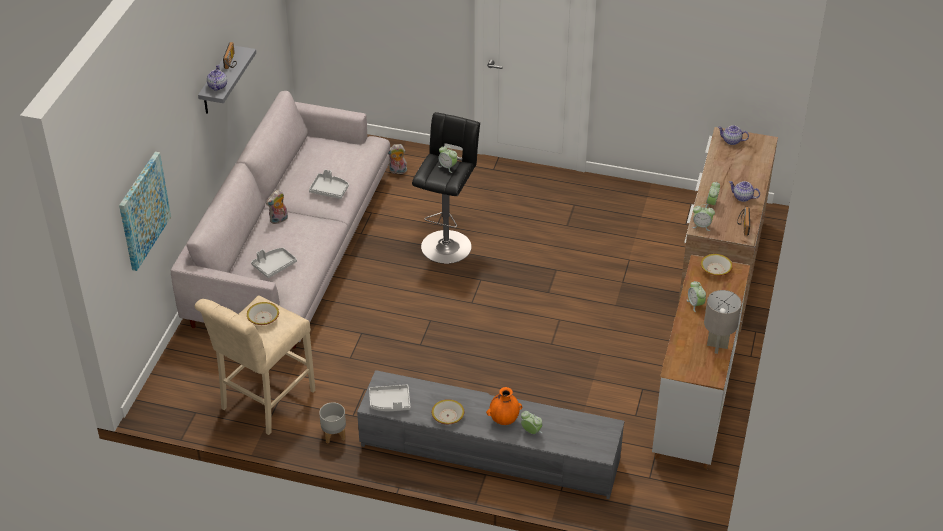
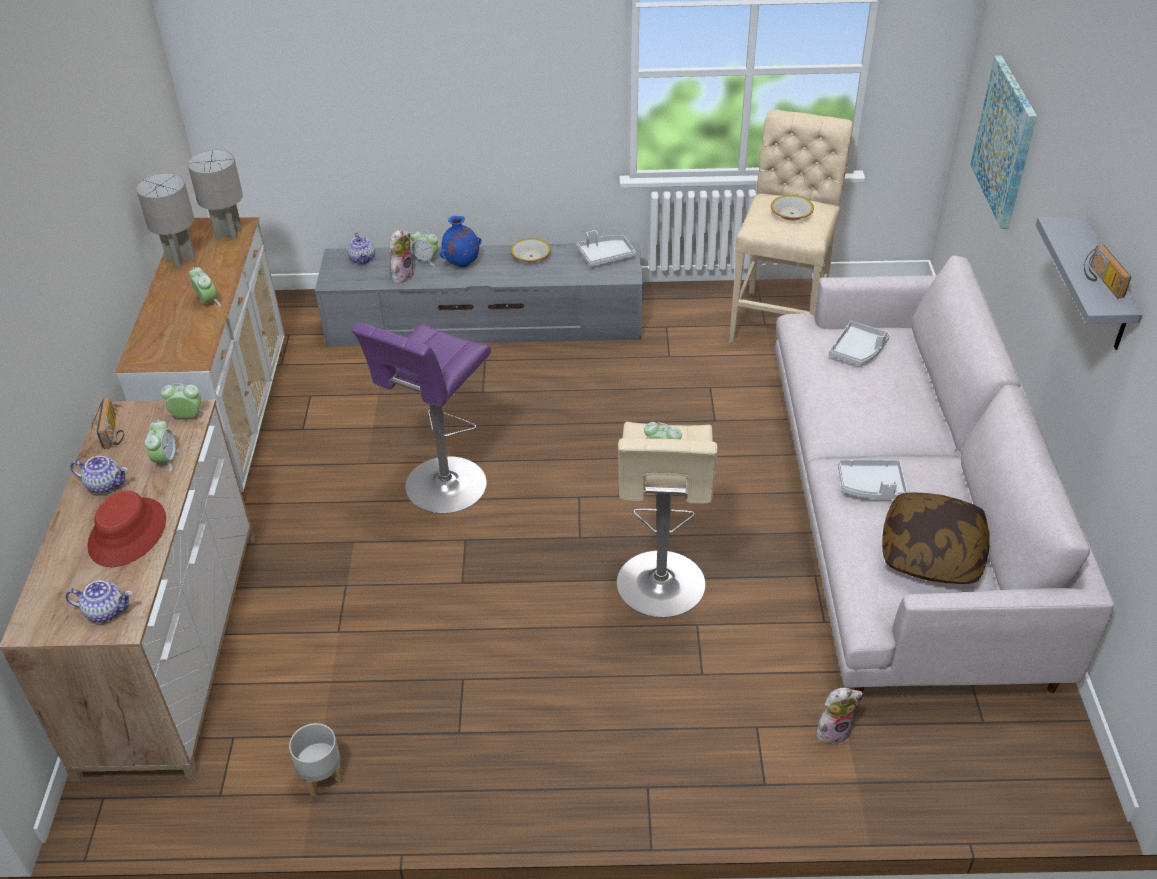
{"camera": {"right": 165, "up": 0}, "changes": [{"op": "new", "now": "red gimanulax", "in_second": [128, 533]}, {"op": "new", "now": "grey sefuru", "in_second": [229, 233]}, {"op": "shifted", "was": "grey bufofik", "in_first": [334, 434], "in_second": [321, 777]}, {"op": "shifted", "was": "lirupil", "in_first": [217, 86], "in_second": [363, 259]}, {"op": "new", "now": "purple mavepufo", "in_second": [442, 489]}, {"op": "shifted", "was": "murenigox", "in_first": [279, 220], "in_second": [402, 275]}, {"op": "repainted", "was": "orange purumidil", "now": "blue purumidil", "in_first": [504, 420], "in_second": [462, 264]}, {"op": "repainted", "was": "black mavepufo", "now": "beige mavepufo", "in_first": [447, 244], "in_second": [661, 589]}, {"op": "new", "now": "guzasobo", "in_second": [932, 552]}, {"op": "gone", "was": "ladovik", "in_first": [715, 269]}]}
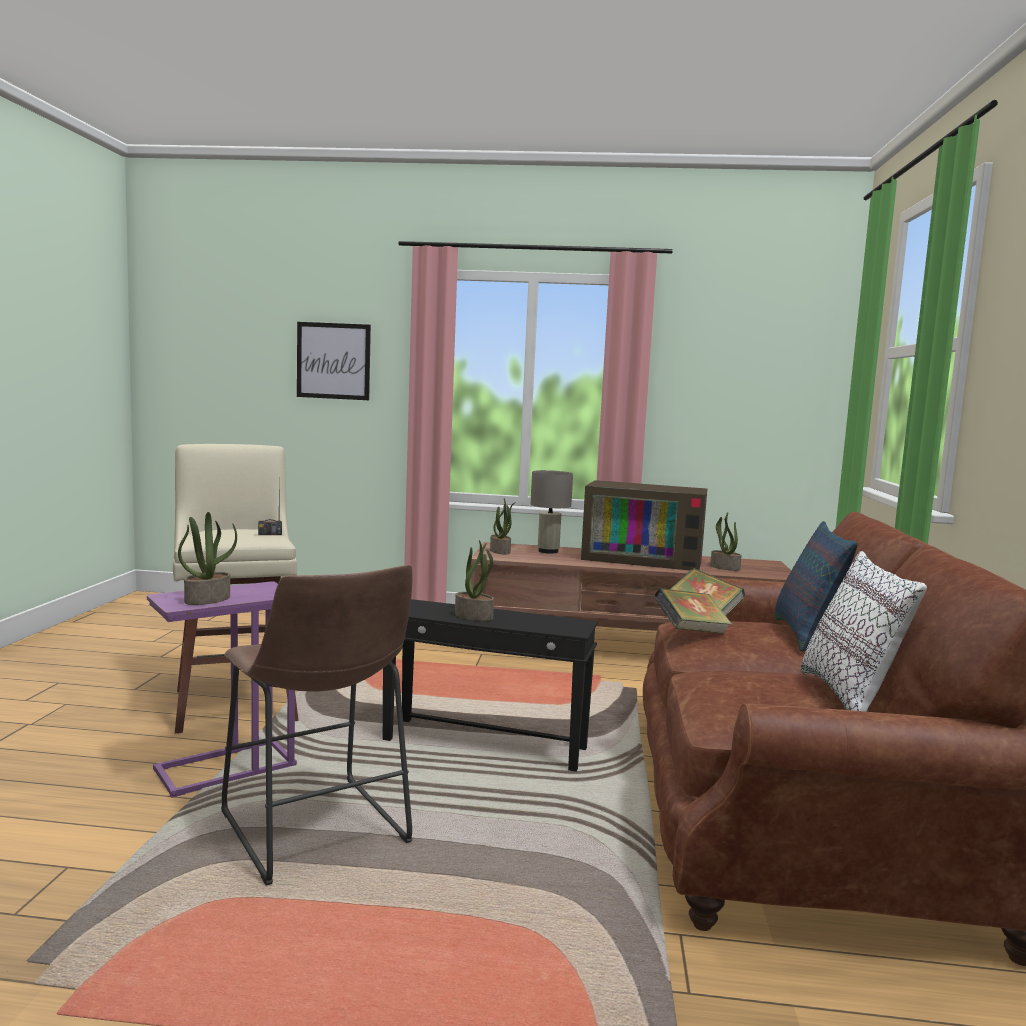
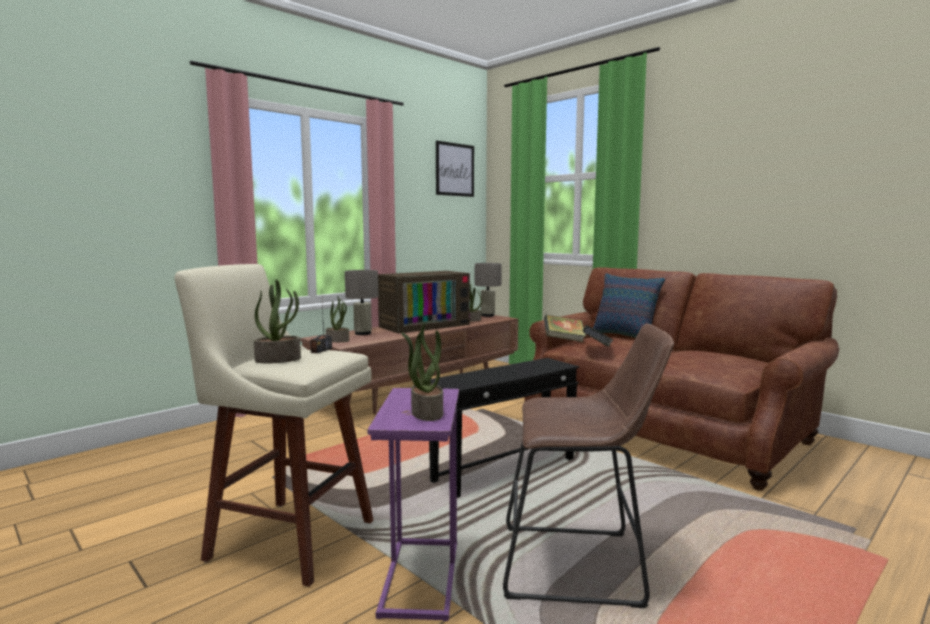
{"camera": {"right": -50, "up": 0}, "changes": [{"op": "shifted", "was": "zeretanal", "in_first": [474, 616], "in_second": [278, 359]}, {"op": "shifted", "was": "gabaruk", "in_first": [333, 361], "in_second": [454, 169]}, {"op": "new", "now": "grey sefuru", "in_second": [488, 315]}, {"op": "gone", "was": "white guzasobo", "in_first": [848, 698]}]}
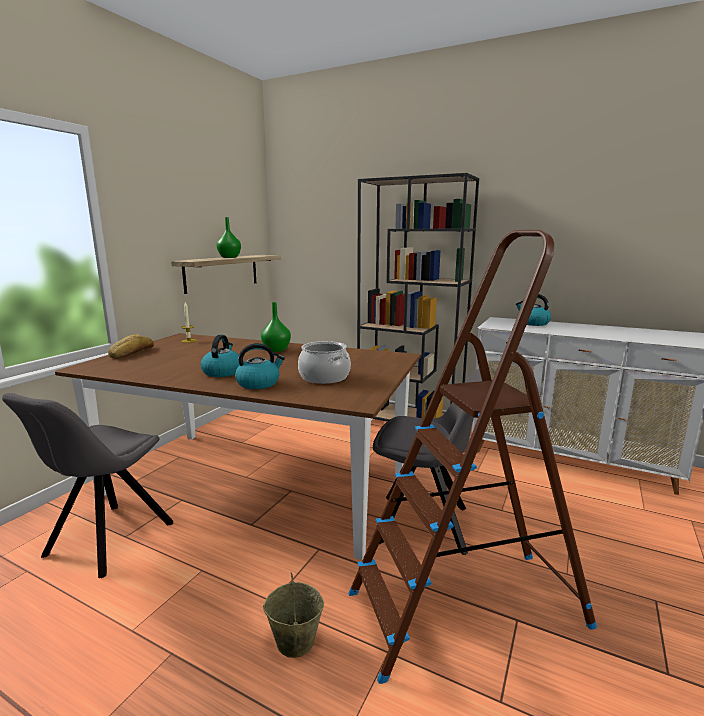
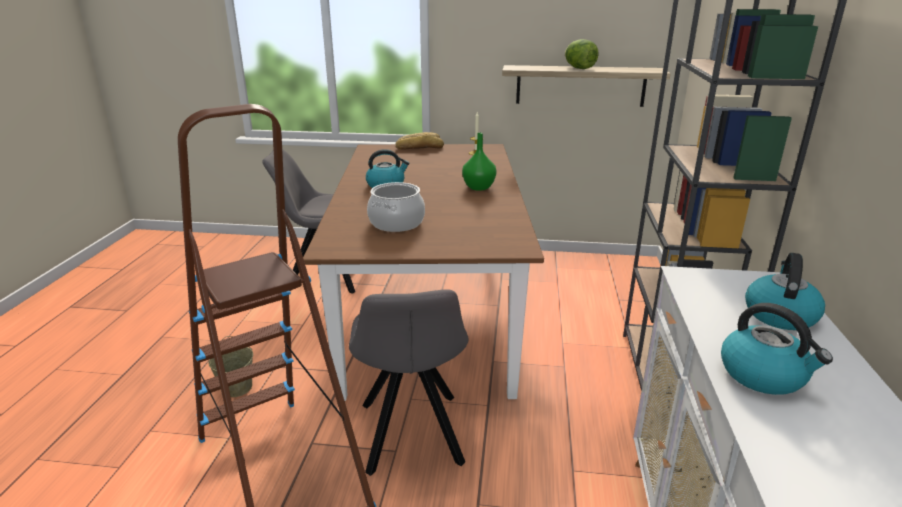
{"camera": {"right": 70, "up": 10}, "changes": [{"op": "swapped", "was": "green purumidil", "now": "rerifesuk", "in_first": [230, 257], "in_second": [579, 68]}, {"op": "shifted", "was": "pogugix", "in_first": [259, 383], "in_second": [764, 375]}]}
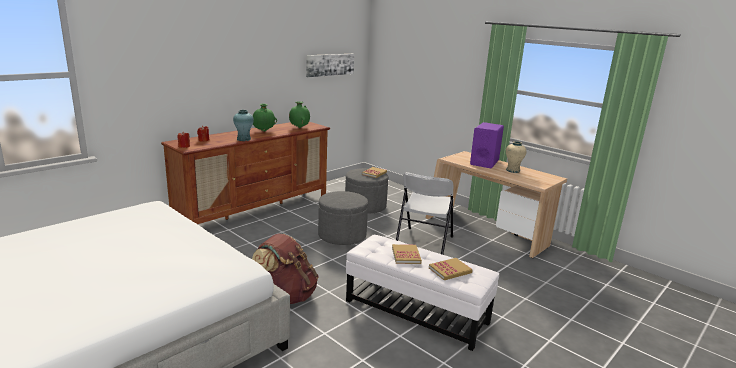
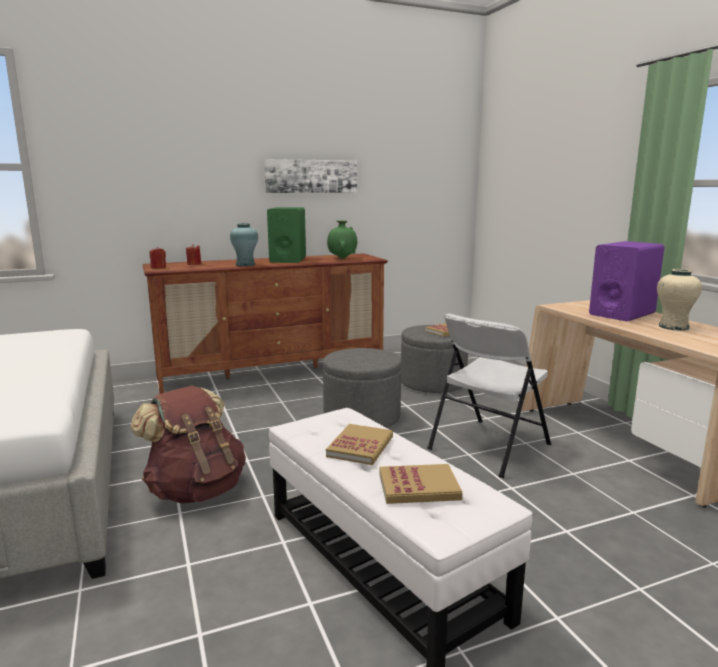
{"camera": {"right": 25, "up": -5}, "changes": [{"op": "shifted", "was": "gabaruk", "in_first": [330, 64], "in_second": [311, 176]}, {"op": "swapped", "was": "green purumidil", "now": "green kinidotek", "in_first": [264, 131], "in_second": [288, 260]}]}
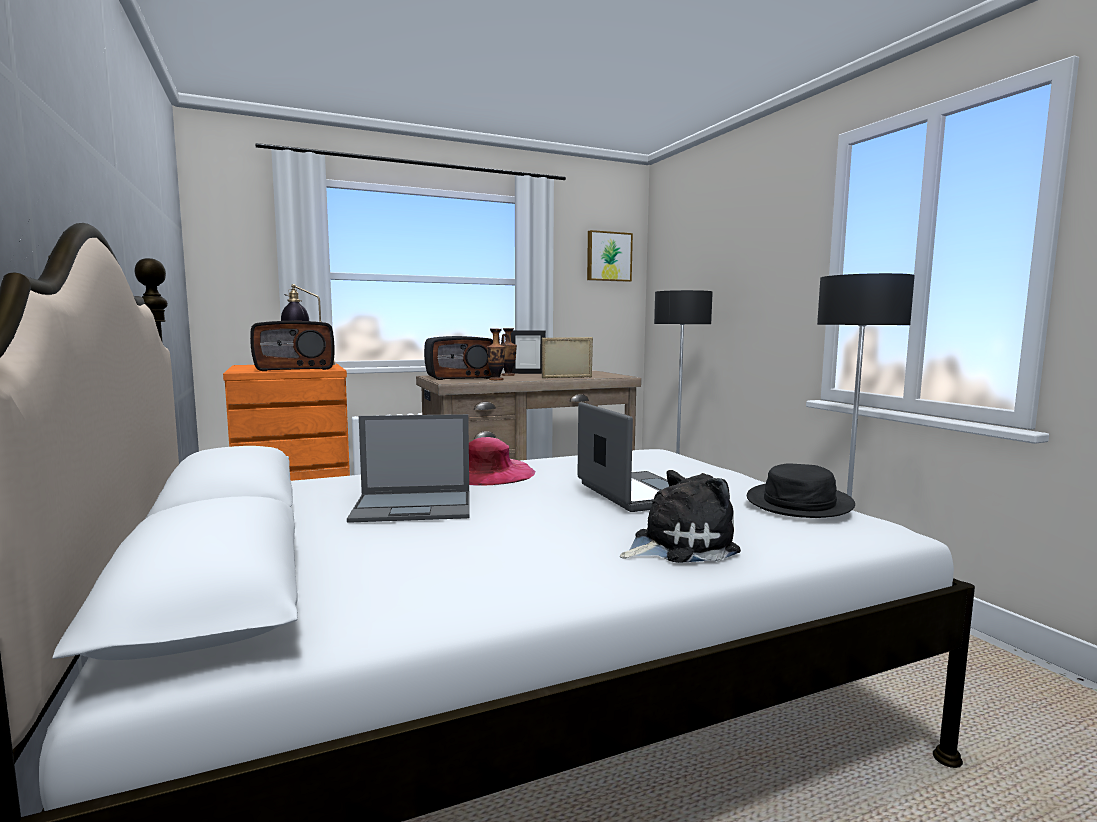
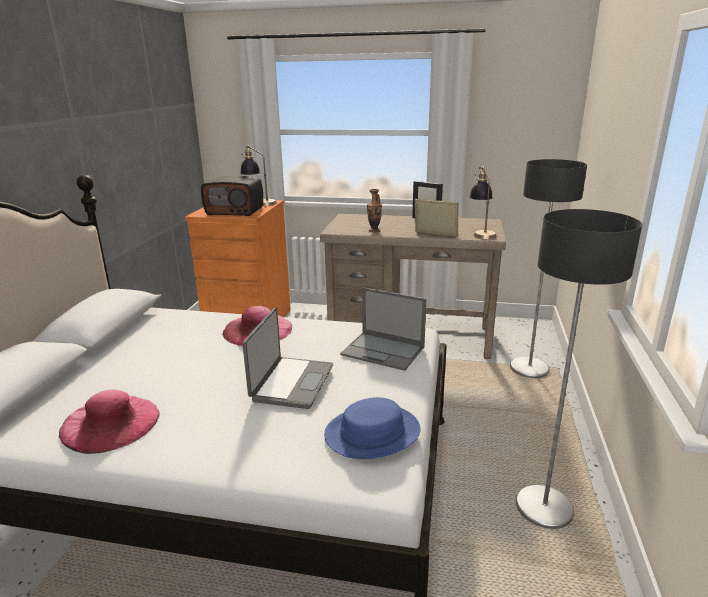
{"camera": {"right": 35, "up": 15}, "changes": [{"op": "new", "now": "pink gimanulax", "in_second": [110, 422]}, {"op": "repainted", "was": "black gimanulax", "now": "blue gimanulax", "in_first": [799, 503], "in_second": [372, 433]}, {"op": "shifted", "was": "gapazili", "in_first": [414, 507], "in_second": [384, 351]}, {"op": "new", "now": "sefuru", "in_second": [481, 233]}, {"op": "gone", "was": "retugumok", "in_first": [460, 377]}, {"op": "gone", "was": "purumidil", "in_first": [508, 375]}, {"op": "gone", "was": "gabaruk", "in_first": [608, 256]}, {"op": "gone", "was": "murenigox", "in_first": [678, 545]}]}
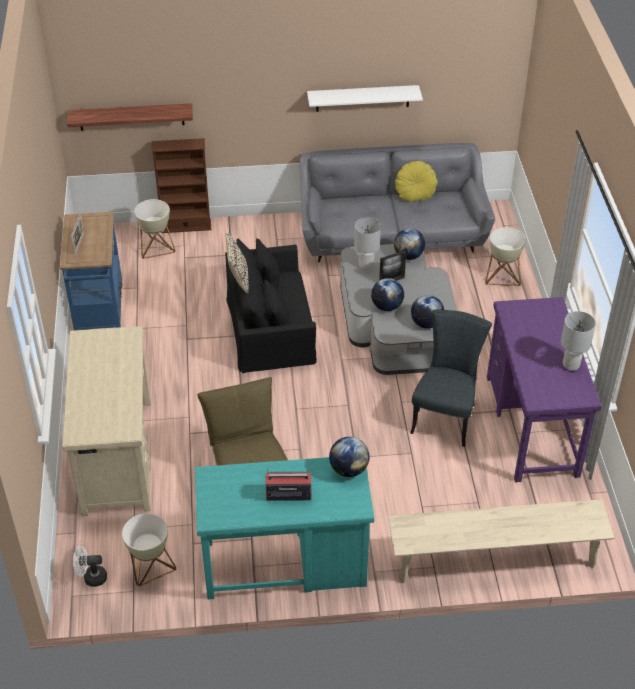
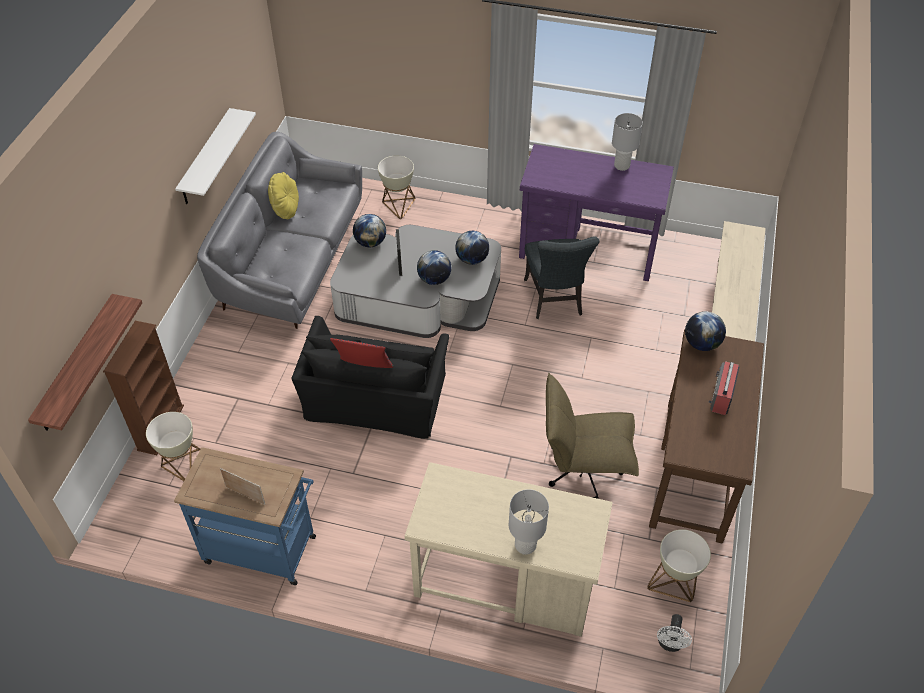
{"camera": {"right": -70, "up": 5}, "changes": [{"op": "repainted", "was": "beige guzasobo", "now": "red guzasobo", "in_first": [238, 278], "in_second": [364, 369]}, {"op": "shifted", "was": "grey sefuru", "in_first": [366, 266], "in_second": [525, 546]}, {"op": "rotated", "was": "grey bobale", "in_first": [445, 416], "in_second": [555, 300], "clockwise": -135}, {"op": "repainted", "was": "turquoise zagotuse", "now": "brown zagotuse", "in_first": [284, 564], "in_second": [695, 469]}]}
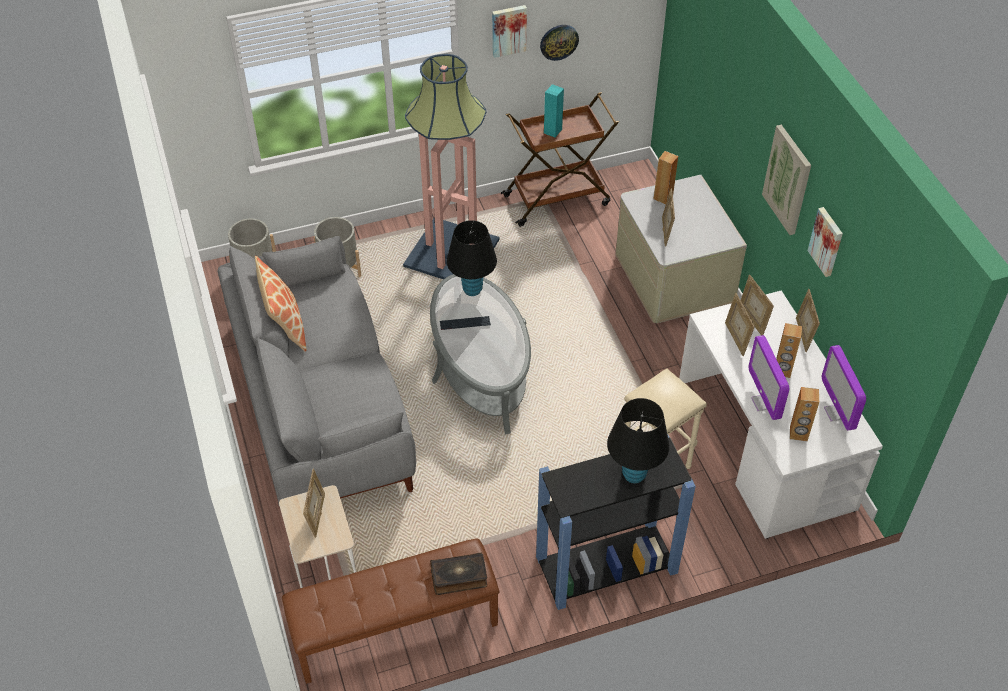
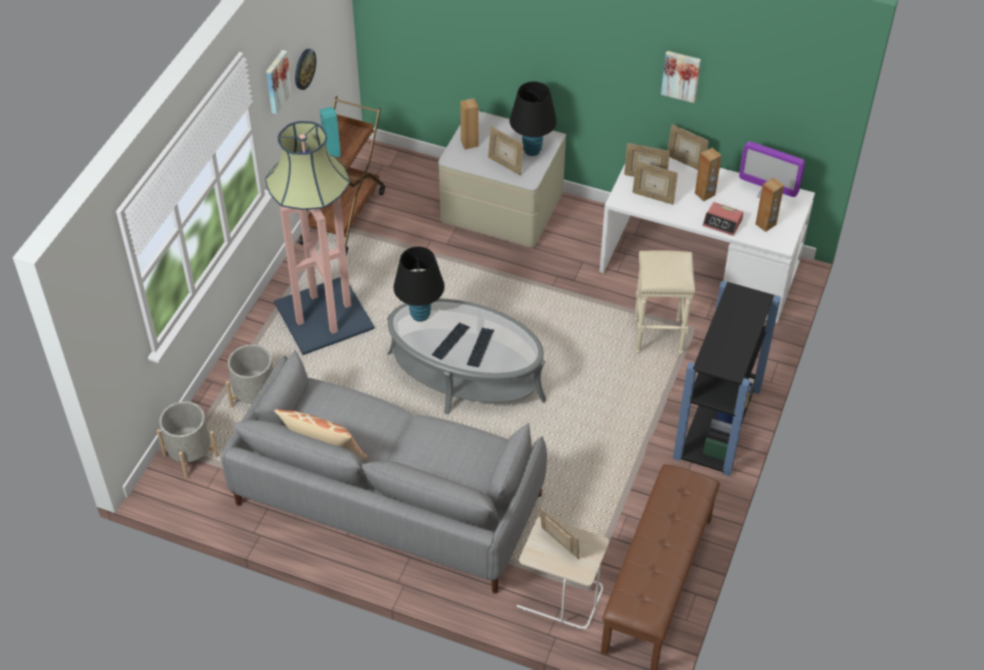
{"camera": {"right": -50, "up": 0}, "changes": [{"op": "new", "now": "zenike", "in_second": [480, 348]}, {"op": "shifted", "was": "black sefuru", "in_first": [634, 475], "in_second": [532, 150]}, {"op": "swapped", "was": "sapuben", "now": "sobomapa", "in_first": [763, 402], "in_second": [722, 222]}, {"op": "gone", "was": "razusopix", "in_first": [459, 577]}, {"op": "gone", "was": "gabaruk", "in_first": [788, 179]}]}
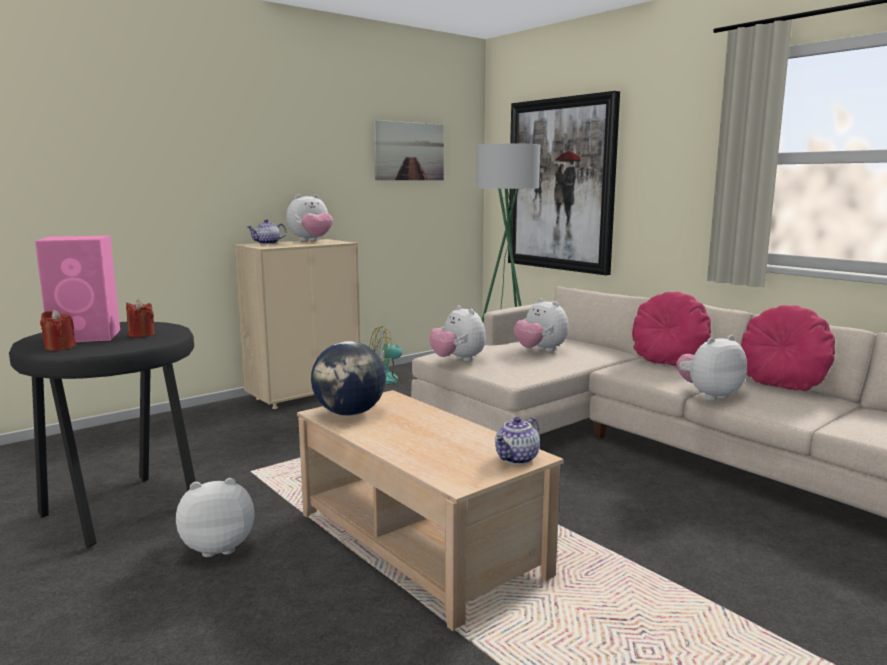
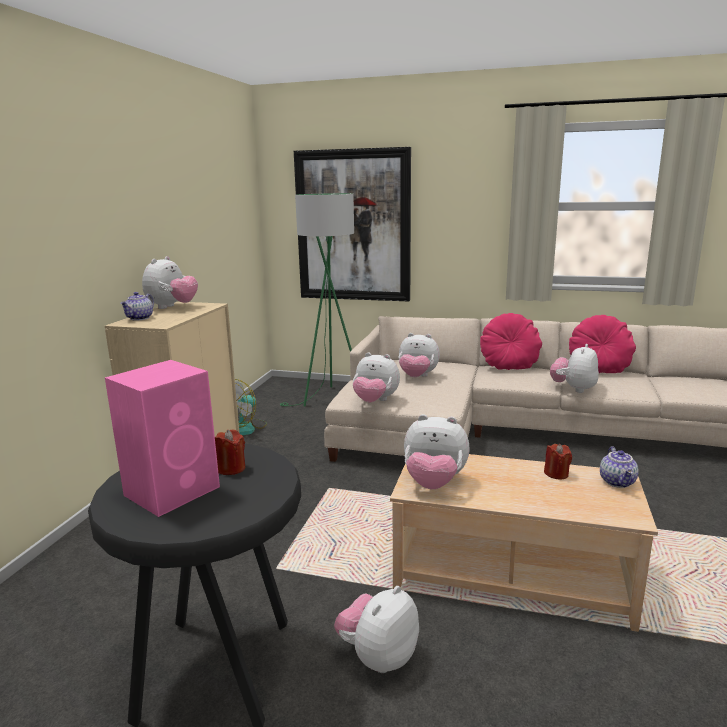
{"camera": {"right": -35, "up": 5}, "changes": [{"op": "swapped", "was": "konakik", "now": "murenigox", "in_first": [350, 413], "in_second": [434, 483]}, {"op": "shifted", "was": "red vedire", "in_first": [59, 347], "in_second": [556, 474]}, {"op": "gone", "was": "gabaruk", "in_first": [409, 151]}]}
